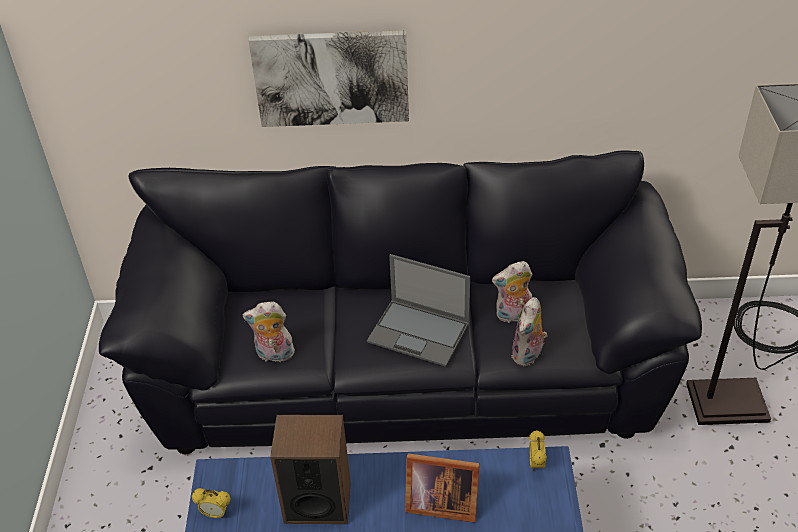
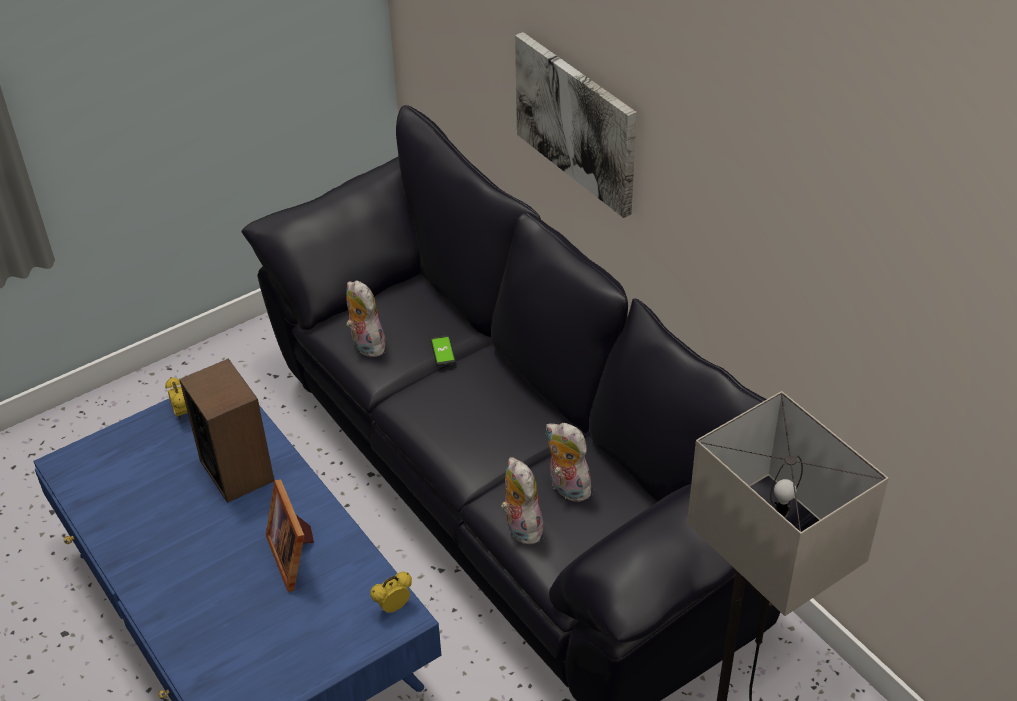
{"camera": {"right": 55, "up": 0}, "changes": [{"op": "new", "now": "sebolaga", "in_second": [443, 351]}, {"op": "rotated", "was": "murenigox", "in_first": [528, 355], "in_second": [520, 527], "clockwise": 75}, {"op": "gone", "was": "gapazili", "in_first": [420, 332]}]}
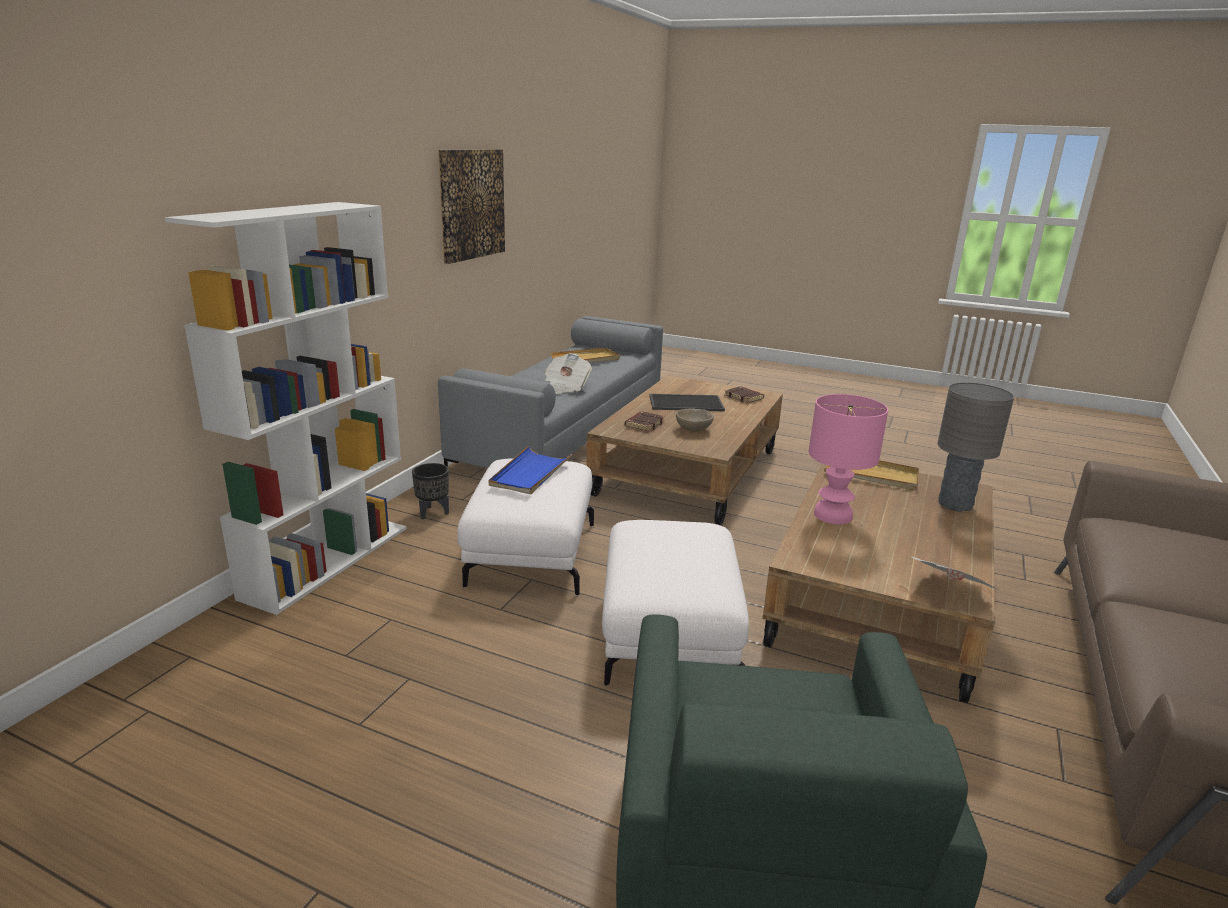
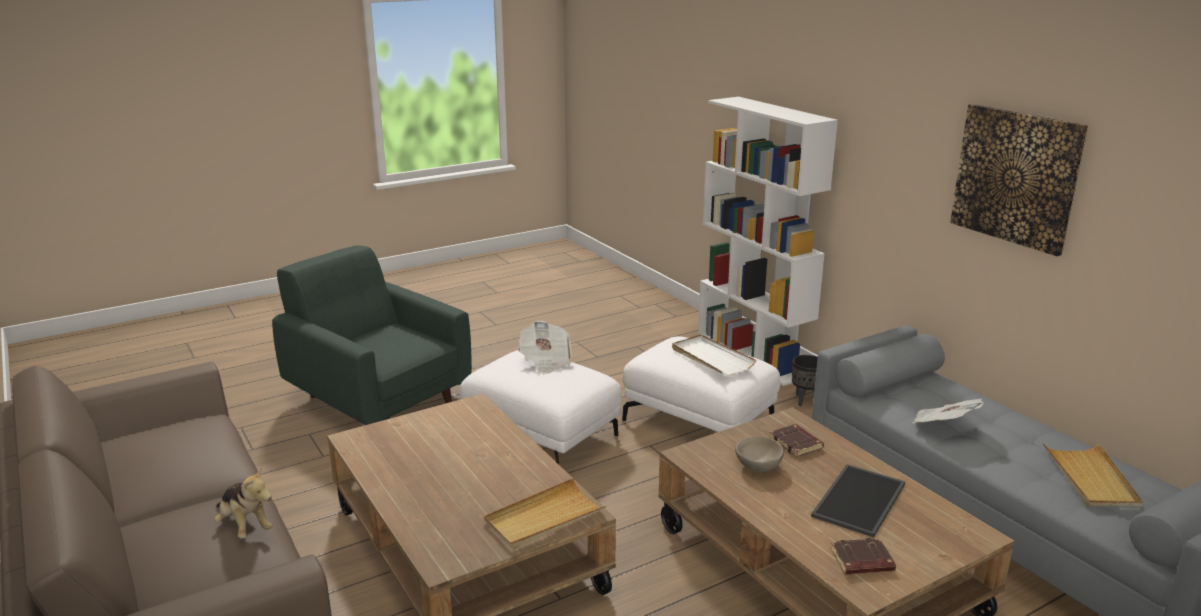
{"camera": {"right": 125, "up": 0}, "changes": [{"op": "new", "now": "murenigox", "in_second": [245, 527]}, {"op": "shifted", "was": "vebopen", "in_first": [950, 592], "in_second": [545, 361]}, {"op": "repainted", "was": "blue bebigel", "now": "white bebigel", "in_first": [530, 473], "in_second": [711, 358]}, {"op": "gone", "was": "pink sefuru", "in_first": [834, 515]}, {"op": "gone", "was": "grey sefuru", "in_first": [955, 504]}]}
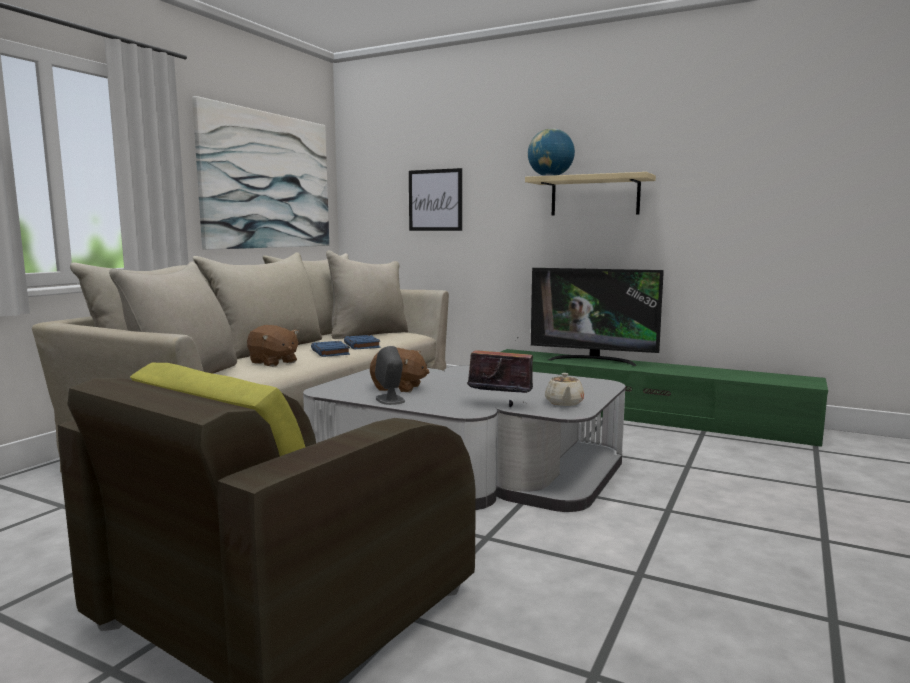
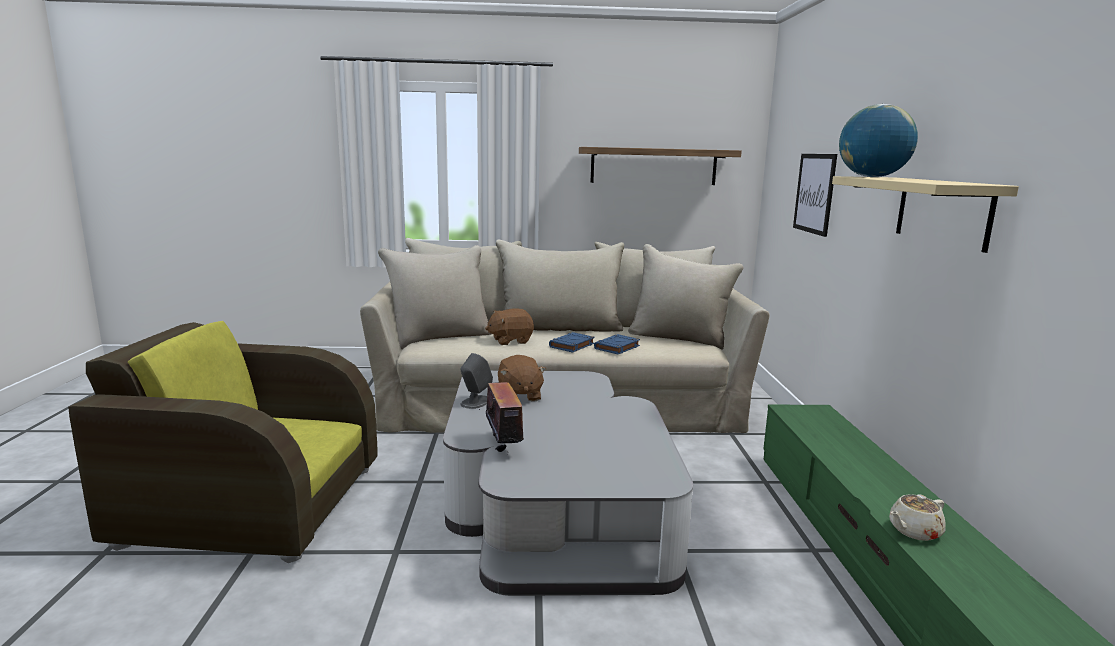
{"camera": {"right": 60, "up": 5}, "changes": [{"op": "rotated", "was": "brown murenigox", "in_first": [273, 362], "in_second": [510, 341], "clockwise": 60}, {"op": "swapped", "was": "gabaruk", "now": "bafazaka", "in_first": [267, 181], "in_second": [653, 166]}, {"op": "shifted", "was": "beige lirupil", "in_first": [564, 403], "in_second": [913, 531]}, {"op": "gone", "was": "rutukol", "in_first": [593, 360]}]}
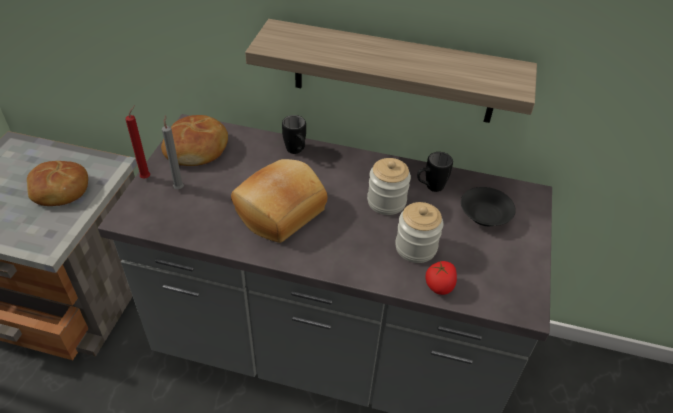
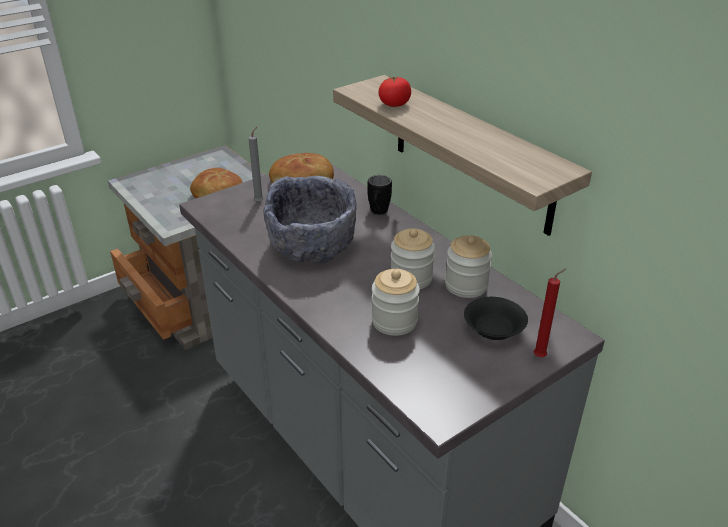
{"camera": {"right": 40, "up": -10}, "changes": [{"op": "swapped", "was": "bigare", "now": "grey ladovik", "in_first": [278, 210], "in_second": [313, 245]}, {"op": "shifted", "was": "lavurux", "in_first": [439, 286], "in_second": [394, 104]}, {"op": "swapped", "was": "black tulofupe", "now": "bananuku", "in_first": [429, 187], "in_second": [466, 285]}, {"op": "shifted", "was": "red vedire", "in_first": [147, 177], "in_second": [541, 356]}]}
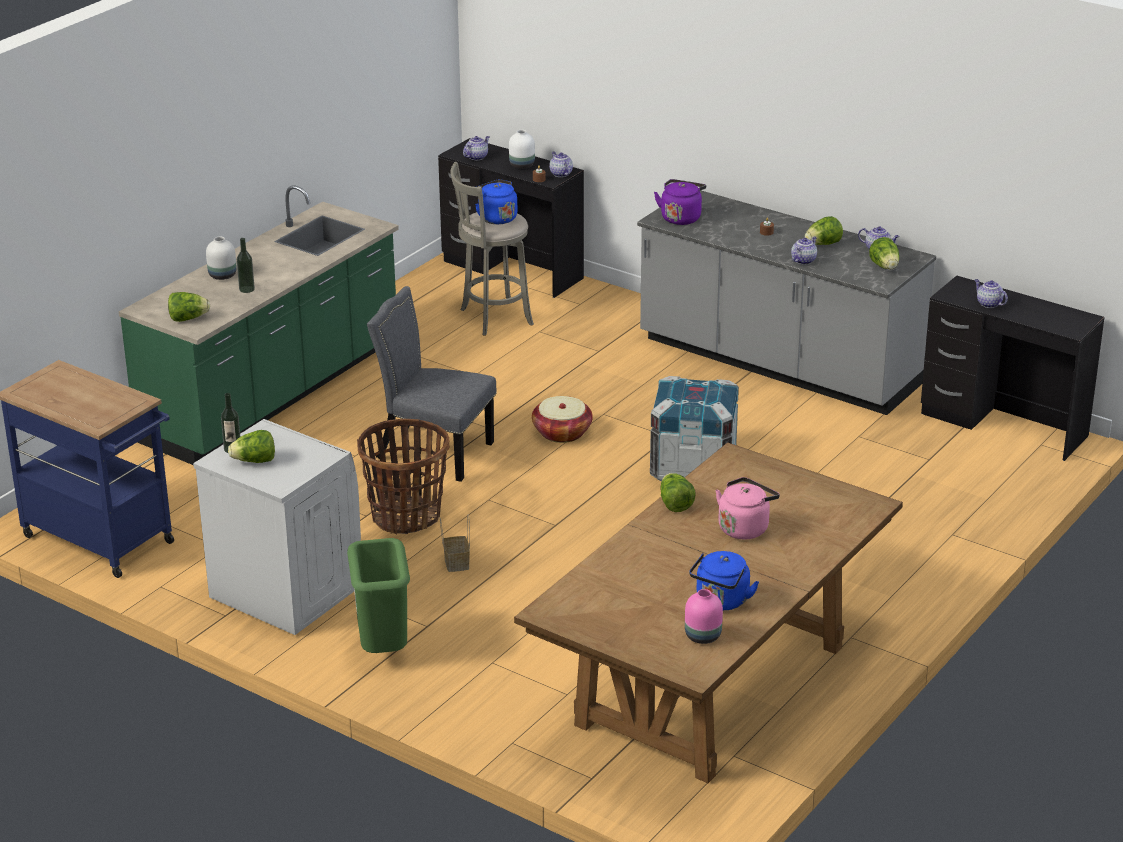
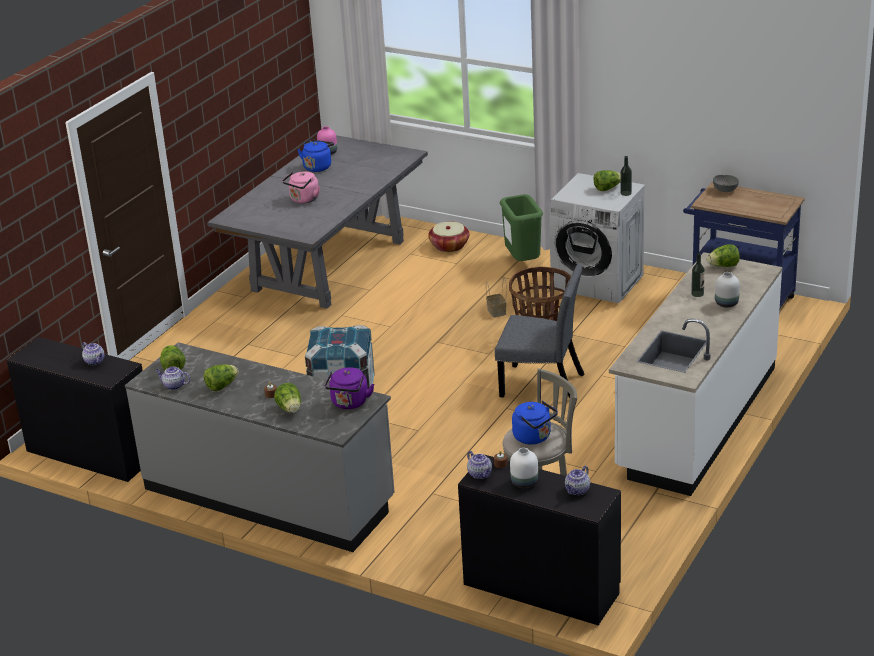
{"camera": {"right": 175, "up": 0}, "changes": [{"op": "repainted", "was": "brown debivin", "now": "grey debivin", "in_first": [710, 686], "in_second": [329, 265]}, {"op": "shifted", "was": "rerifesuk", "in_first": [675, 504], "in_second": [290, 409]}, {"op": "shifted", "was": "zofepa", "in_first": [562, 433], "in_second": [449, 246]}, {"op": "repainted", "was": "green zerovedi", "now": "white zerovedi", "in_first": [274, 394], "in_second": [696, 419]}, {"op": "new", "now": "grey ladovik", "in_second": [725, 190]}, {"op": "gone", "was": "lirupil", "in_first": [803, 260]}]}
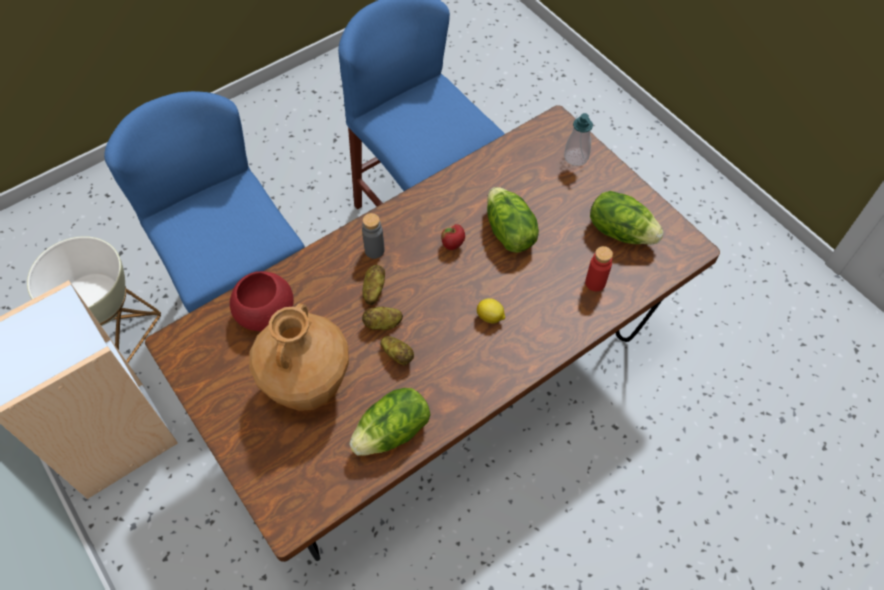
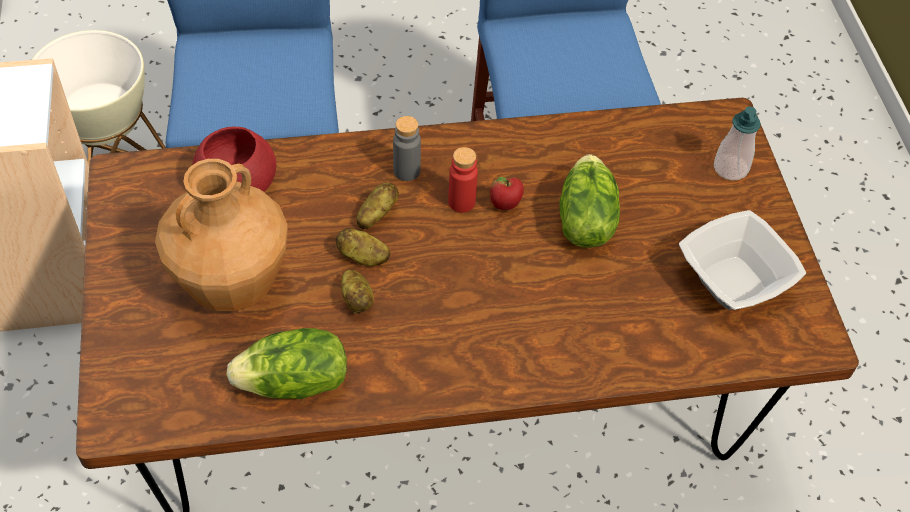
{"camera": {"right": 25, "up": -5}, "changes": [{"op": "shifted", "was": "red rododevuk", "in_first": [595, 283], "in_second": [461, 202]}, {"op": "swapped", "was": "rerifesuk", "now": "ladovik", "in_first": [620, 231], "in_second": [733, 280]}, {"op": "gone", "was": "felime", "in_first": [490, 317]}]}
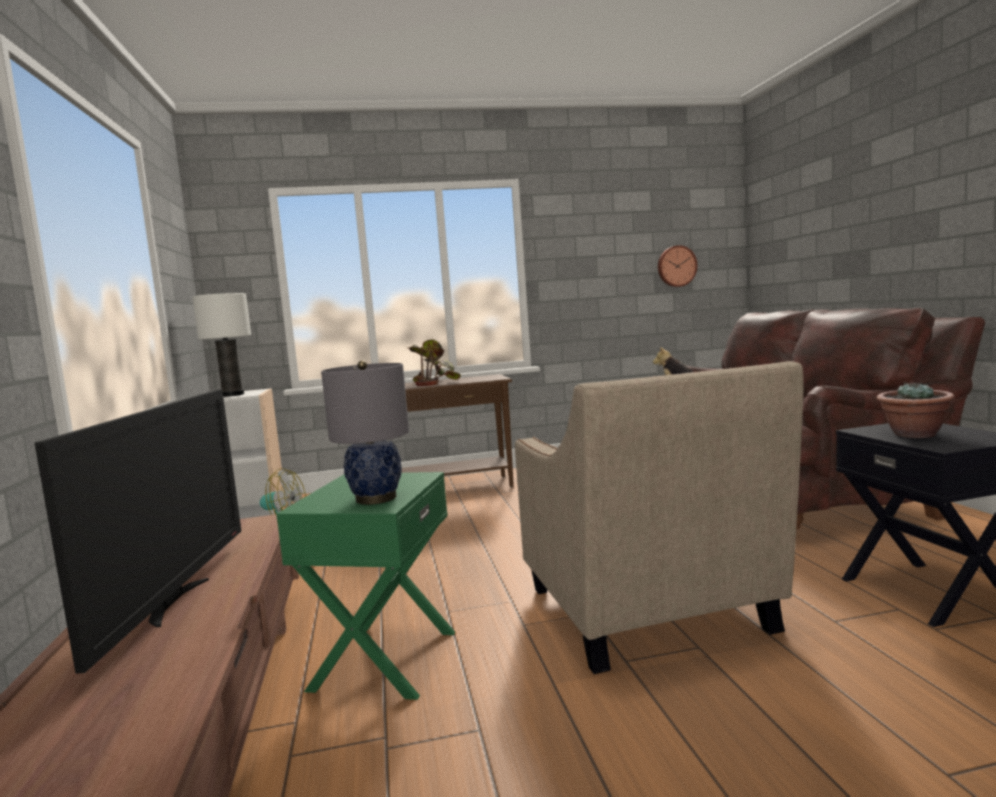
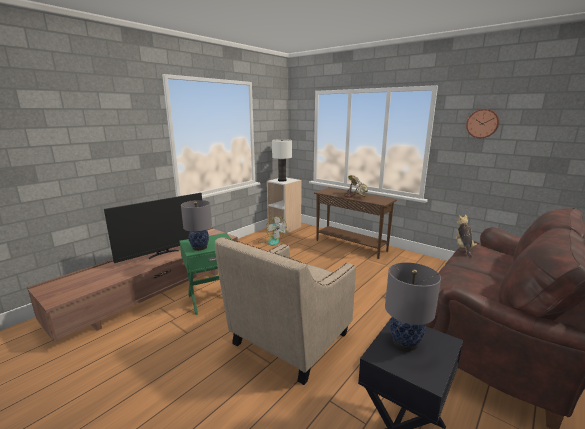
{"camera": {"right": 50, "up": 10}, "changes": [{"op": "swapped", "was": "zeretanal", "now": "grey sefuru", "in_first": [914, 434], "in_second": [405, 342]}, {"op": "shifted", "was": "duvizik", "in_first": [676, 266], "in_second": [482, 123]}]}
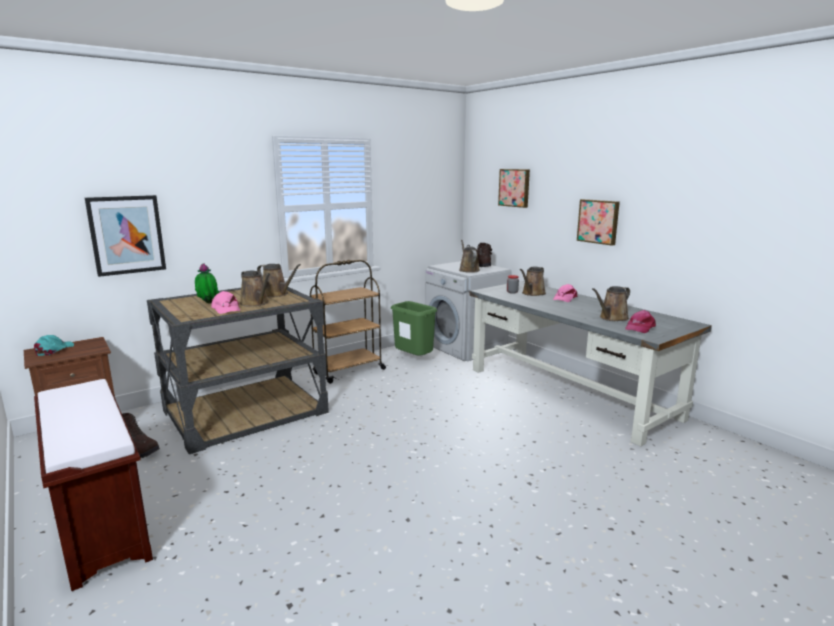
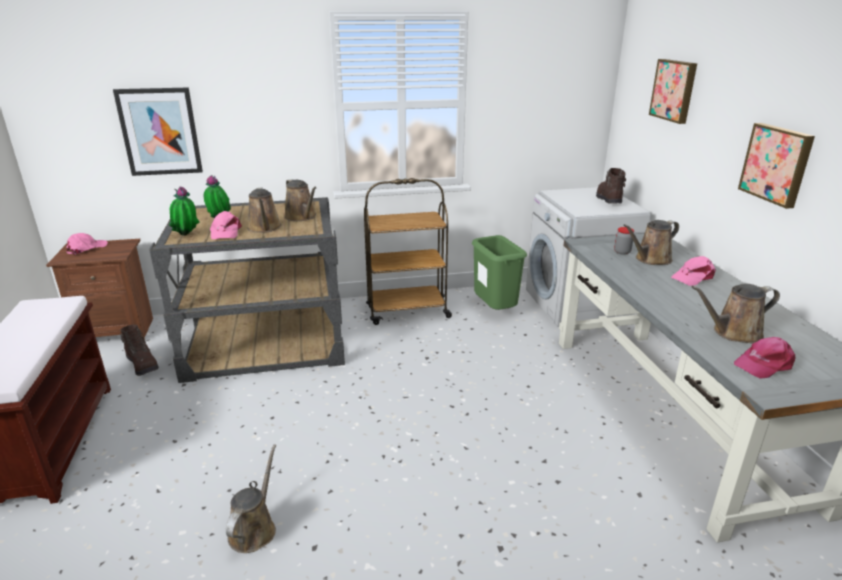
{"camera": {"right": 25, "up": 10}, "changes": [{"op": "repainted", "was": "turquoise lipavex", "now": "pink lipavex", "in_first": [54, 350], "in_second": [86, 248]}, {"op": "new", "now": "zeretanal", "in_second": [186, 236]}, {"op": "shifted", "was": "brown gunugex", "in_first": [468, 270], "in_second": [254, 529]}]}
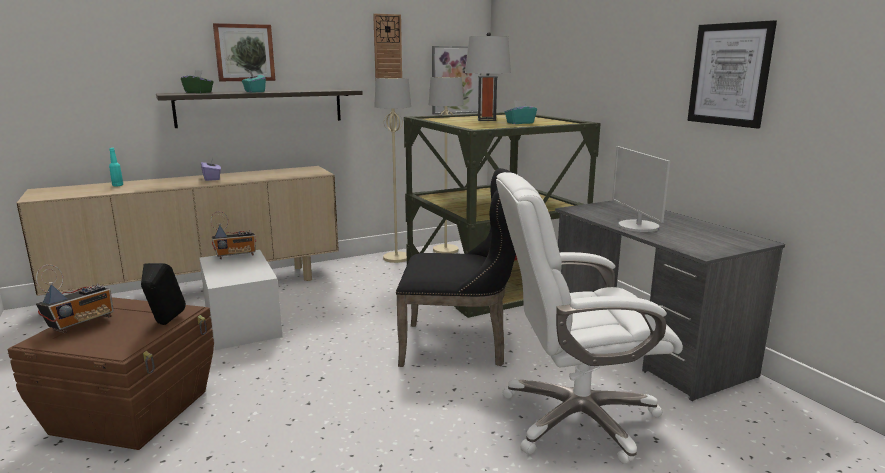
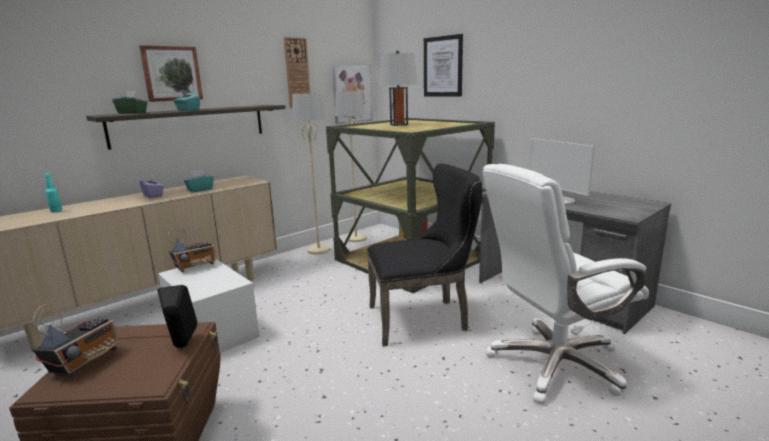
{"camera": {"right": -15, "up": 0}, "changes": [{"op": "shifted", "was": "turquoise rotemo", "in_first": [520, 123], "in_second": [200, 190]}, {"op": "shifted", "was": "gabaruk", "in_first": [729, 74], "in_second": [443, 66]}]}
